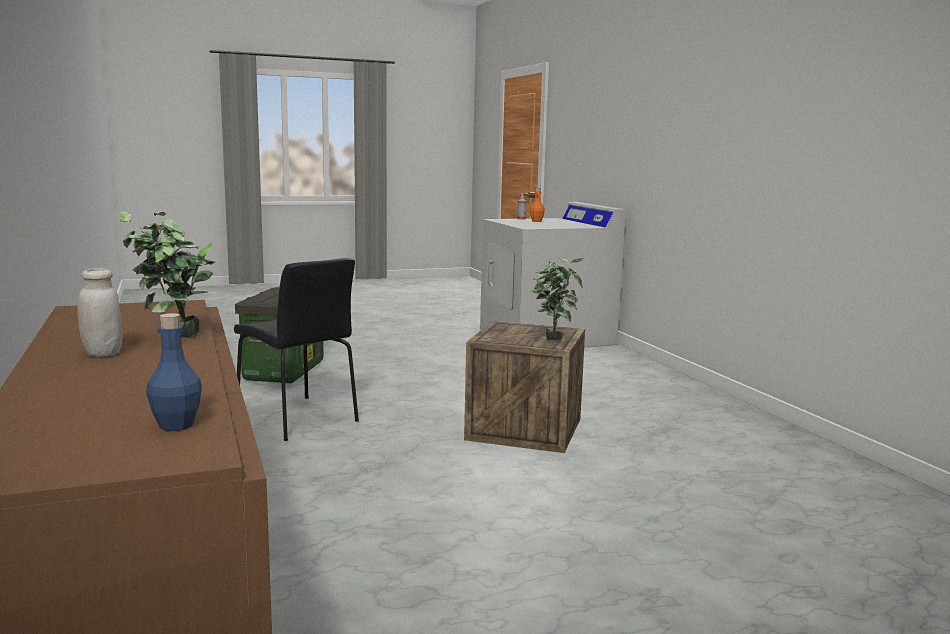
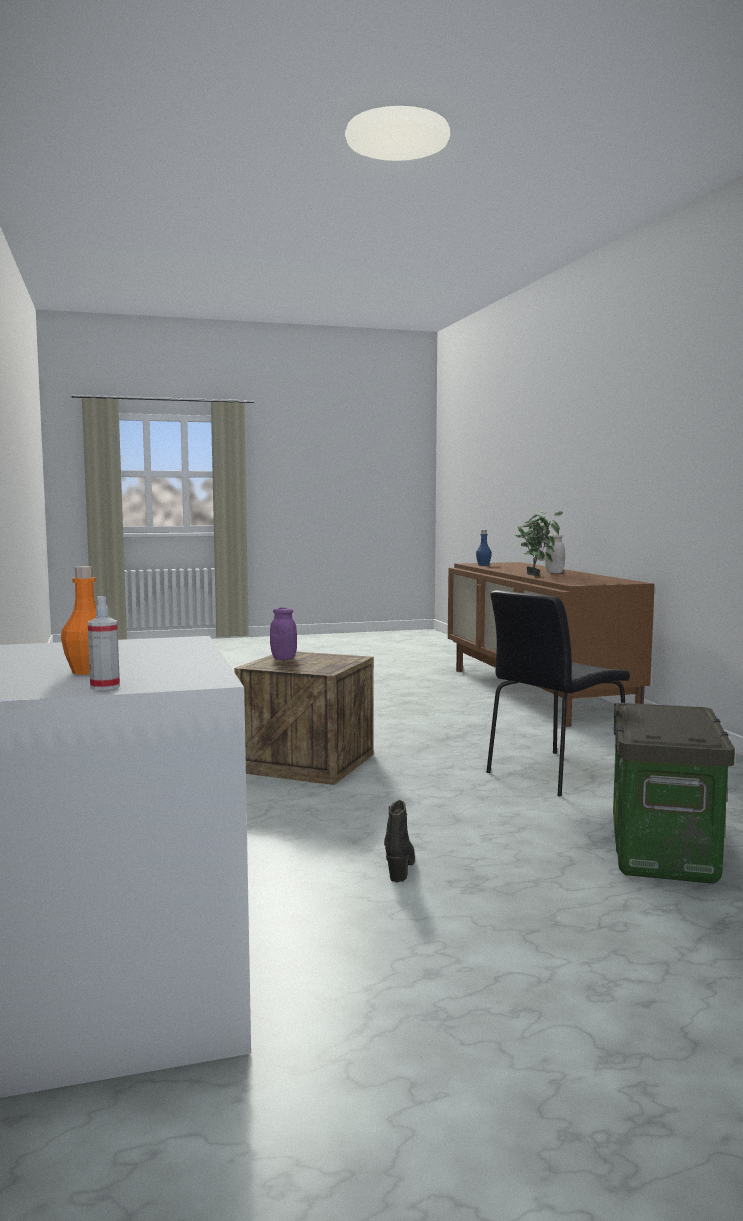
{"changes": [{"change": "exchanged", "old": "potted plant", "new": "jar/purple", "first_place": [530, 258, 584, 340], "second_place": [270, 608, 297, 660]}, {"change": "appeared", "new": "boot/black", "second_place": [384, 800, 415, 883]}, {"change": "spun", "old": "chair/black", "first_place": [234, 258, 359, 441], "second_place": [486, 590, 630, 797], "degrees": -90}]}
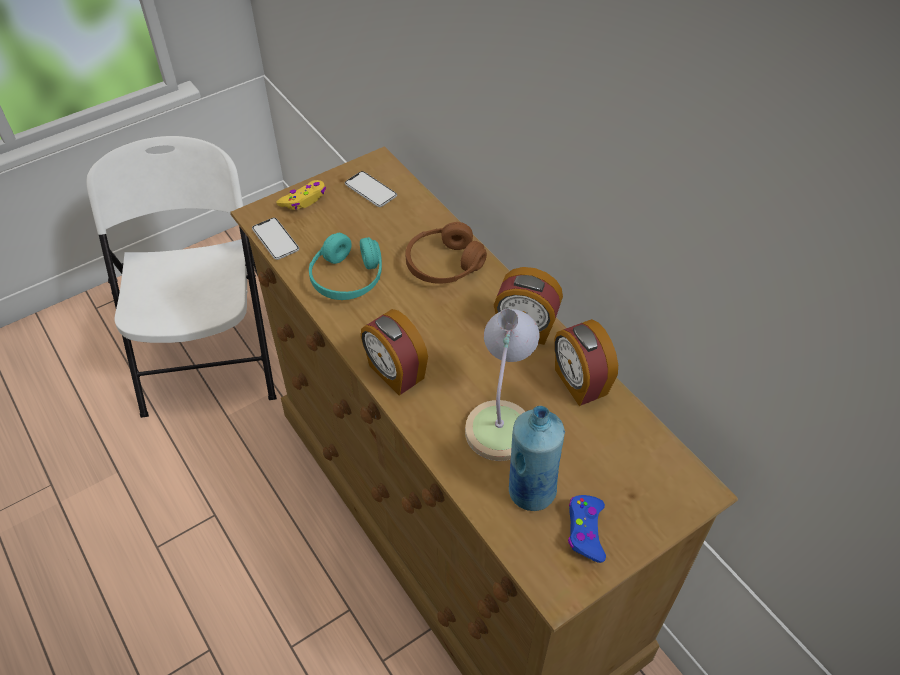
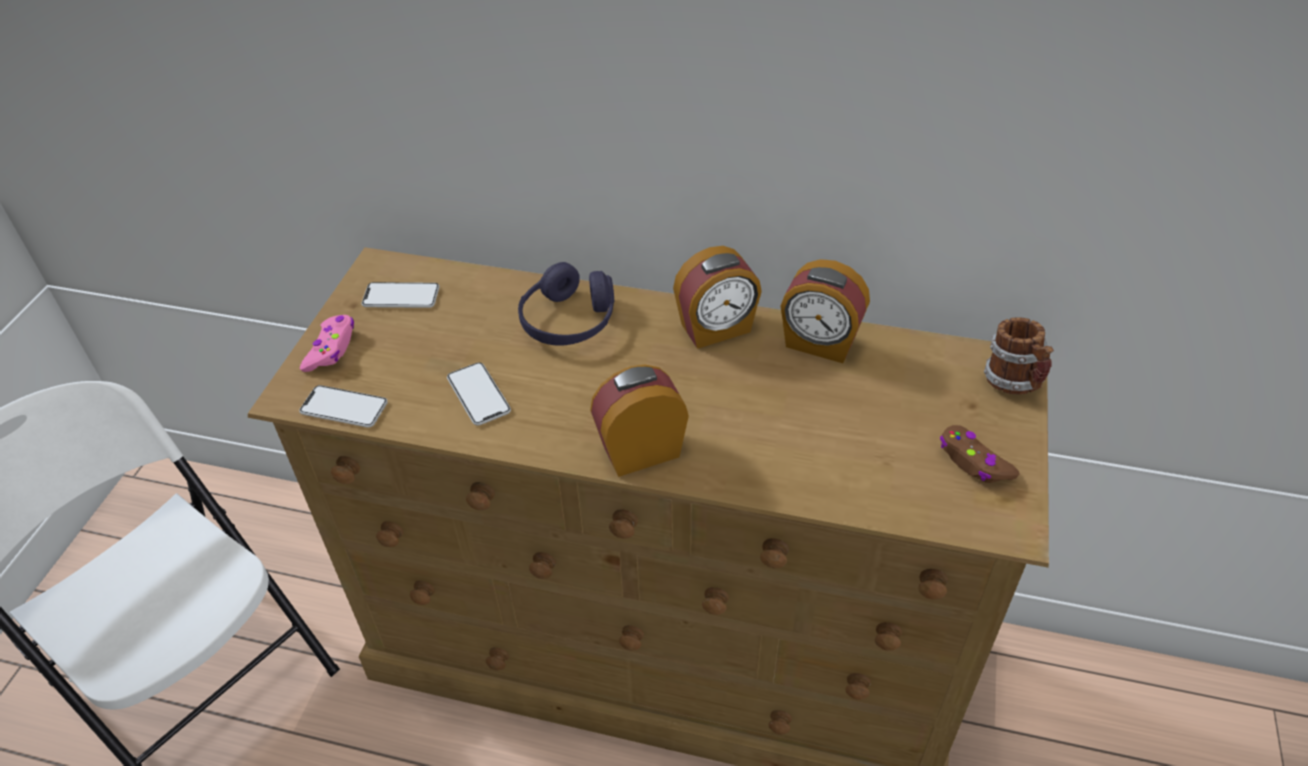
{"changes": [{"change": "colour", "old": "game controller/yellow", "new": "game controller/pink", "first_place": [276, 180, 326, 210], "second_place": [300, 315, 354, 372]}, {"change": "exchanged", "old": "headphones/turquoise", "new": "phone", "first_place": [309, 233, 382, 300], "second_place": [447, 362, 511, 425]}, {"change": "colour", "old": "headphones/brown", "new": "headphones/purple", "first_place": [405, 222, 487, 284], "second_place": [518, 262, 614, 345]}, {"change": "spun", "old": "alarm clock", "first_place": [361, 309, 428, 396], "second_place": [590, 365, 689, 477], "degrees": 150}, {"change": "colour", "old": "game controller/blue", "new": "game controller/brown", "first_place": [568, 495, 606, 563], "second_place": [940, 425, 1020, 483]}, {"change": "appeared", "new": "mug", "second_place": [984, 317, 1054, 395]}, {"change": "missing", "old": "table lamp", "first_place": [465, 309, 539, 461]}, {"change": "missing", "old": "bottle/blue", "first_place": [509, 406, 565, 511]}]}
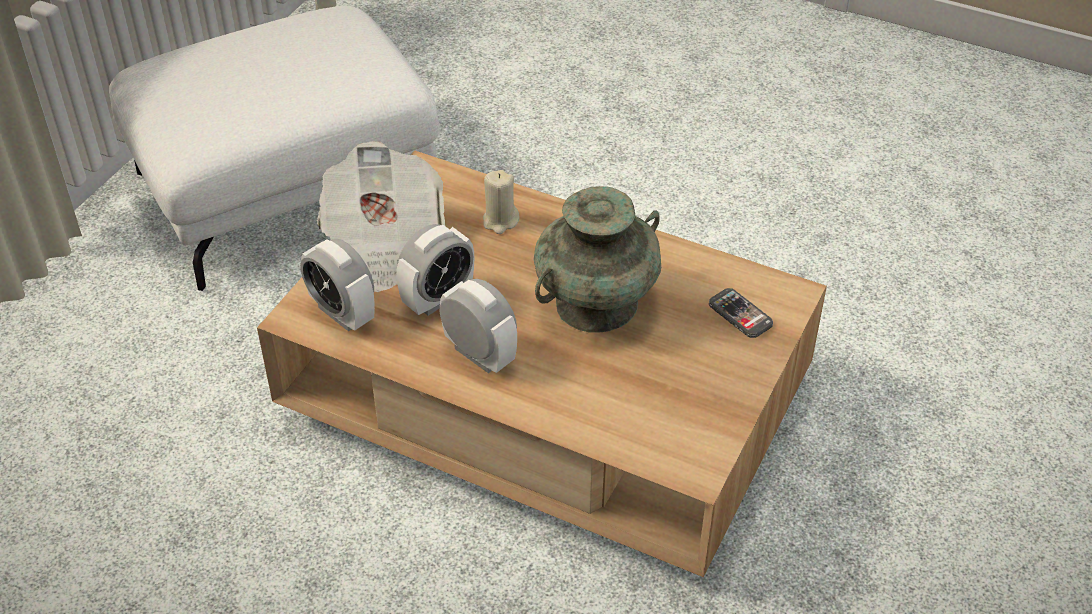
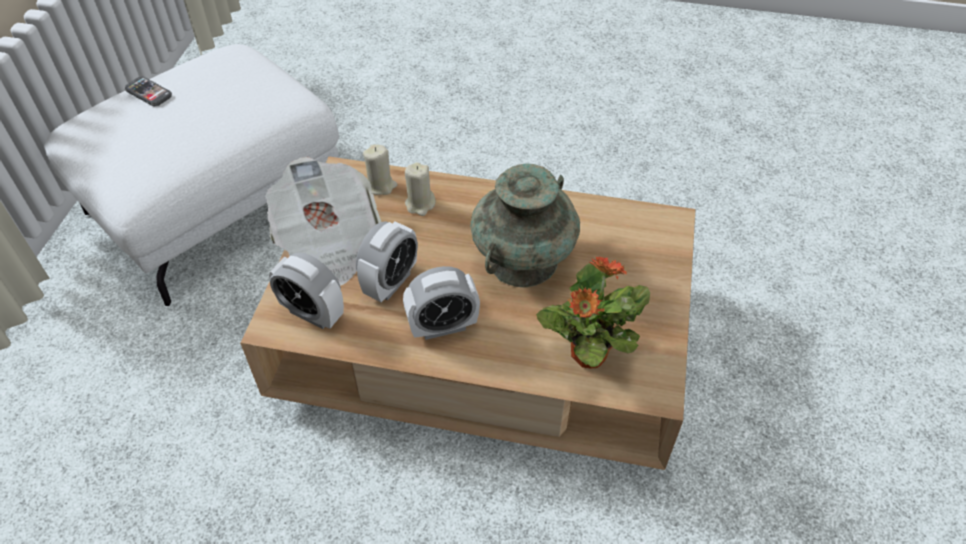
{"changes": [{"change": "relocated", "old": "phone", "first_place": [709, 288, 773, 338], "second_place": [125, 76, 172, 106]}, {"change": "appeared", "new": "candle/beige", "second_place": [363, 144, 397, 195]}, {"change": "spun", "old": "alarm clock", "first_place": [439, 279, 517, 373], "second_place": [403, 266, 480, 340], "degrees": 135}, {"change": "appeared", "new": "potted plant", "second_place": [536, 256, 650, 368]}]}
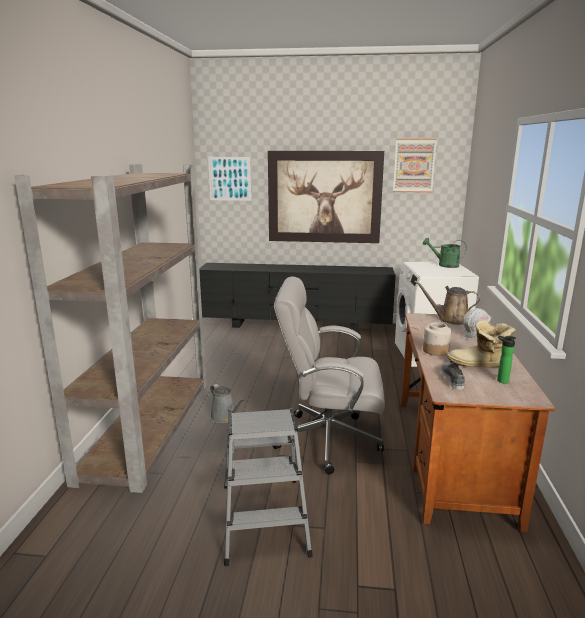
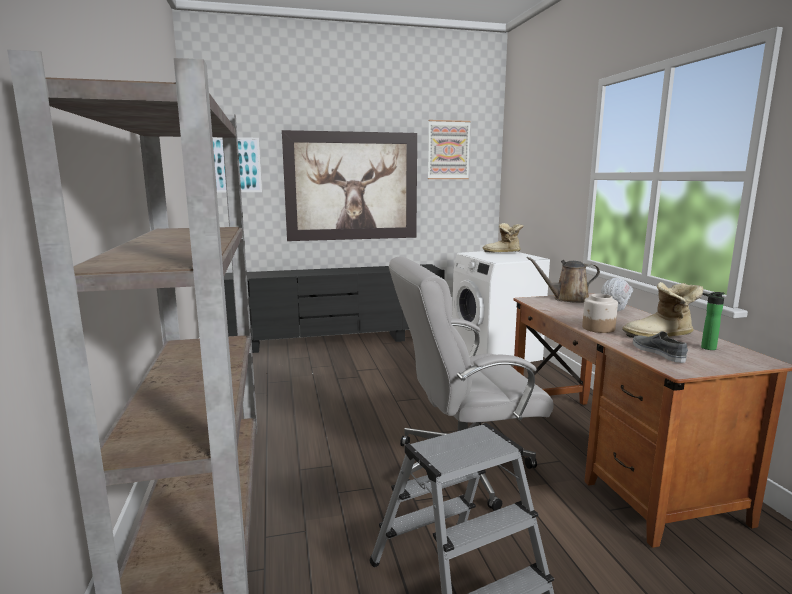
{"changes": [{"change": "exchanged", "old": "watering can/green", "new": "boot", "first_place": [423, 238, 467, 268], "second_place": [483, 223, 524, 252]}, {"change": "missing", "old": "watering can/grey", "first_place": [210, 384, 245, 423]}]}
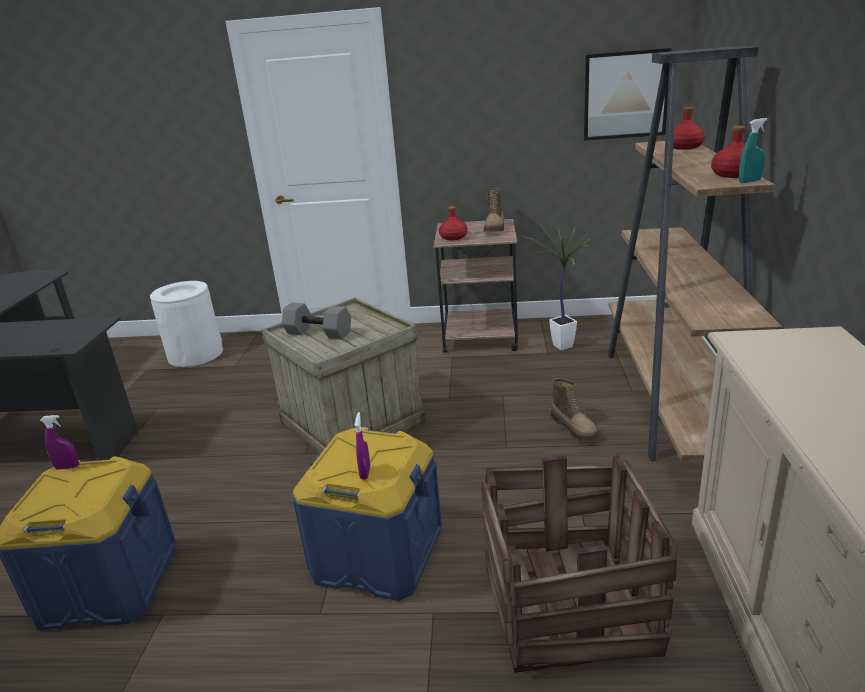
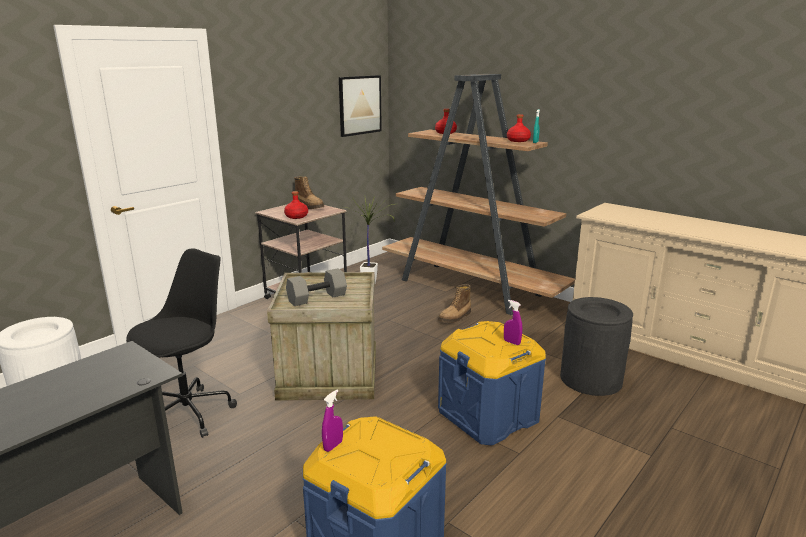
{"changes": [{"change": "appeared", "new": "office chair/black", "second_place": [126, 249, 237, 438]}, {"change": "spun", "old": "boot", "first_place": [551, 378, 599, 442], "second_place": [438, 284, 471, 323], "degrees": 120}, {"change": "exchanged", "old": "crate", "new": "trash can/black", "first_place": [481, 455, 678, 673], "second_place": [560, 297, 633, 396]}]}
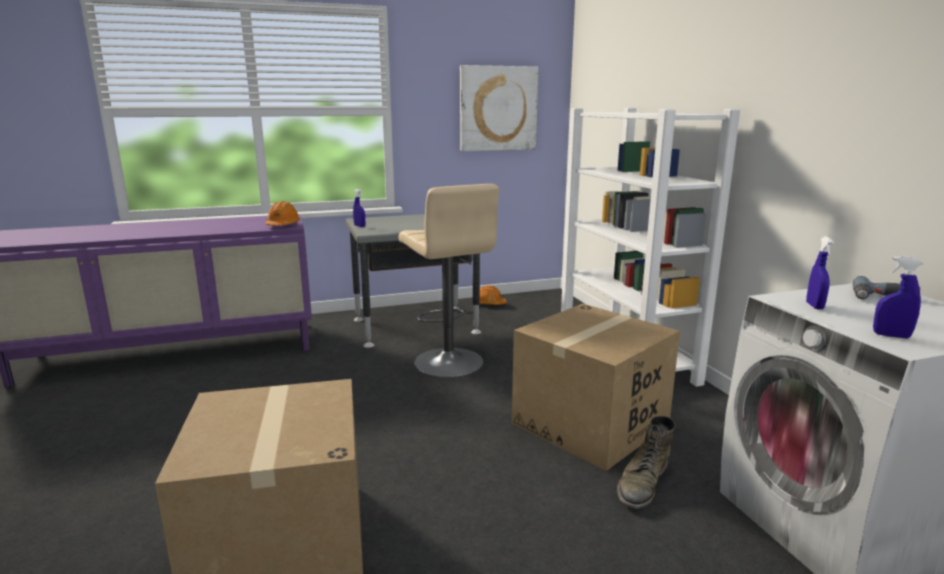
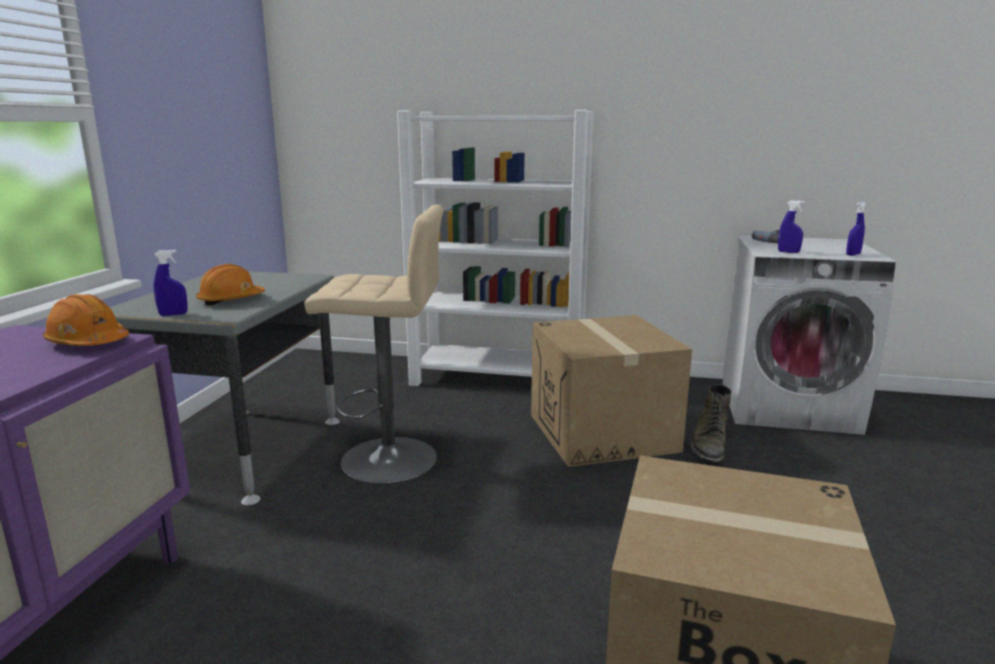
{"changes": [{"change": "relocated", "old": "hard hat/orange", "first_place": [480, 286, 507, 305], "second_place": [196, 264, 265, 306]}, {"change": "spun", "old": "boot/green", "first_place": [617, 416, 676, 509], "second_place": [691, 384, 732, 462], "degrees": 45}, {"change": "missing", "old": "picture", "first_place": [460, 65, 538, 151]}]}
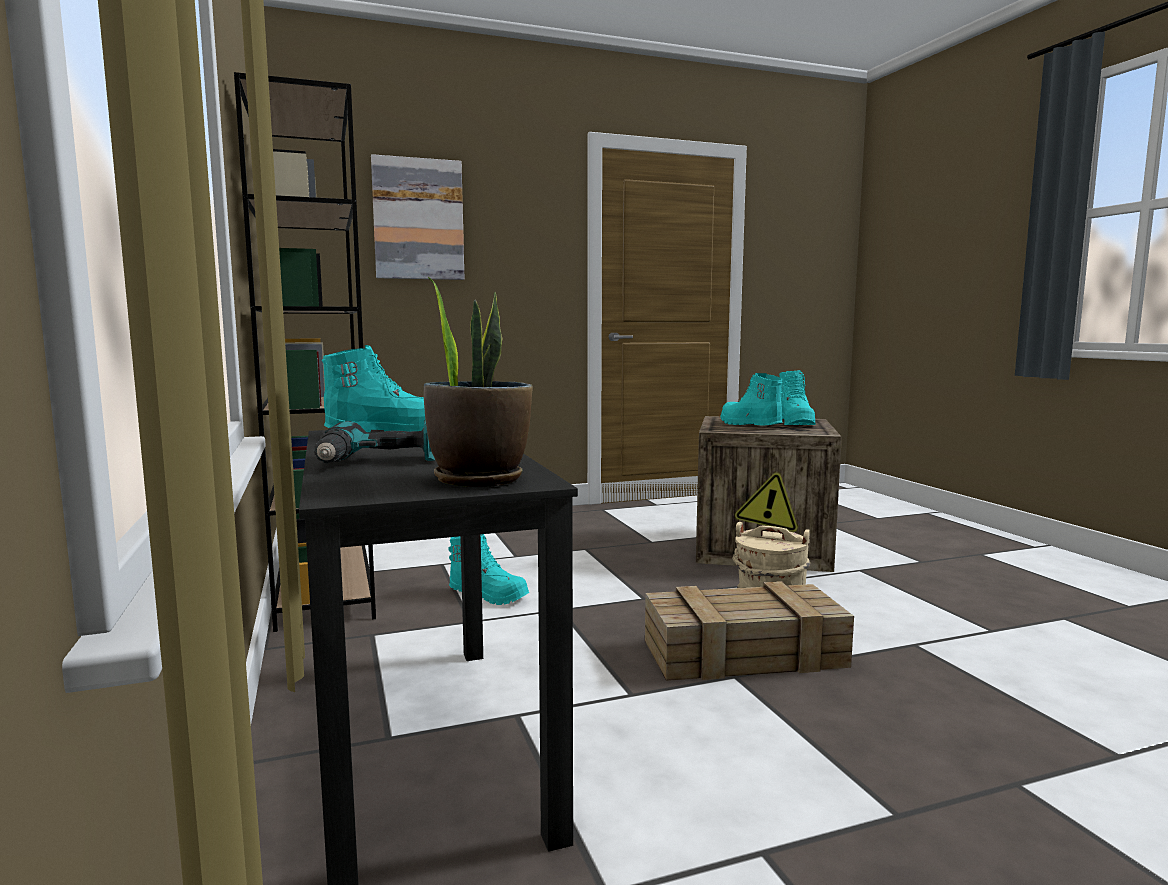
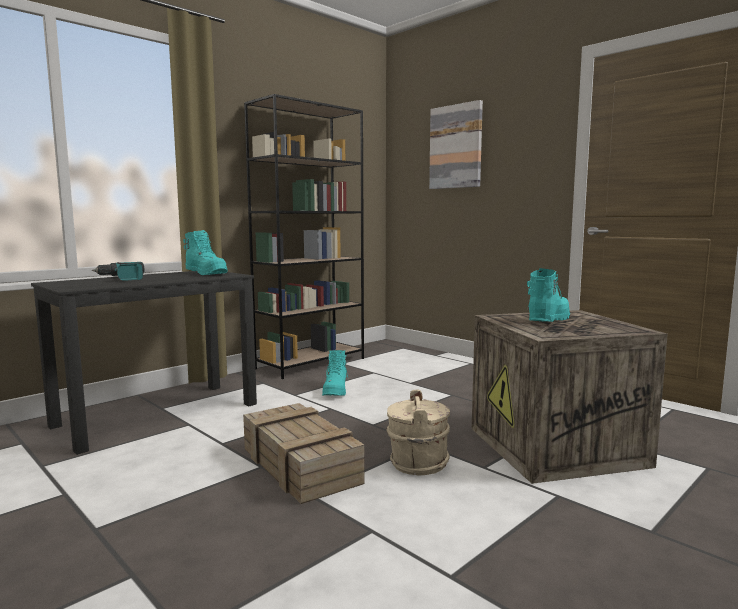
{"changes": [{"change": "missing", "old": "potted plant", "first_place": [424, 276, 533, 487]}, {"change": "missing", "old": "boot/turquoise", "first_place": [779, 370, 816, 425]}]}
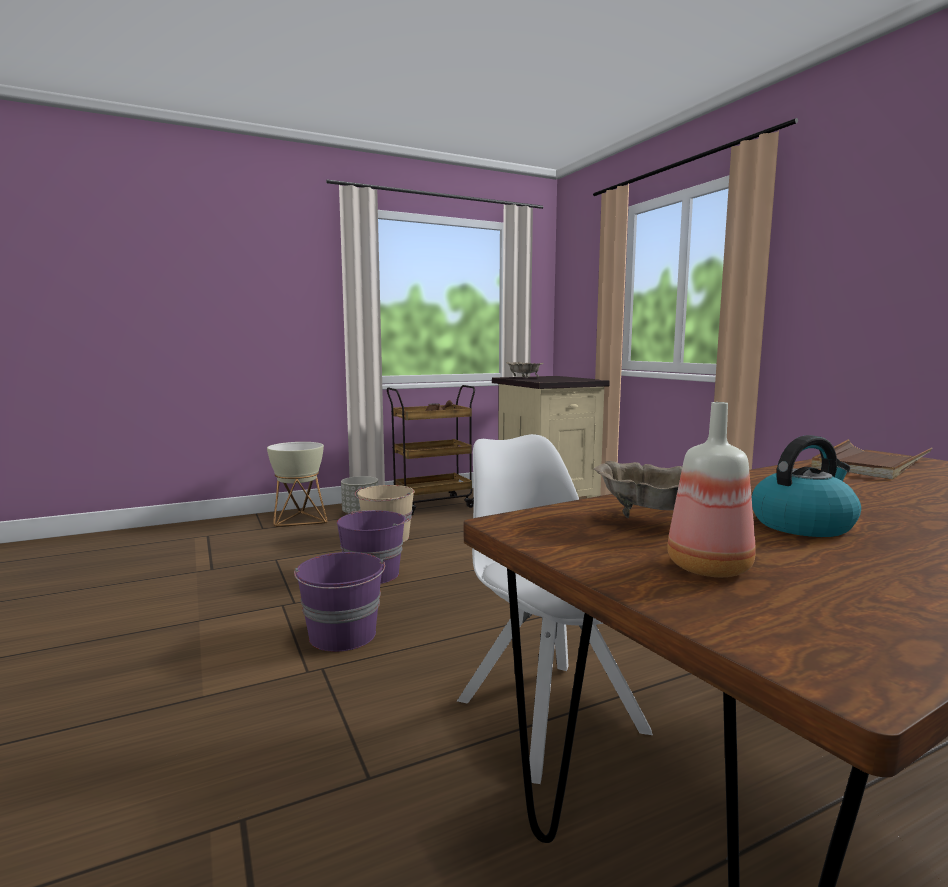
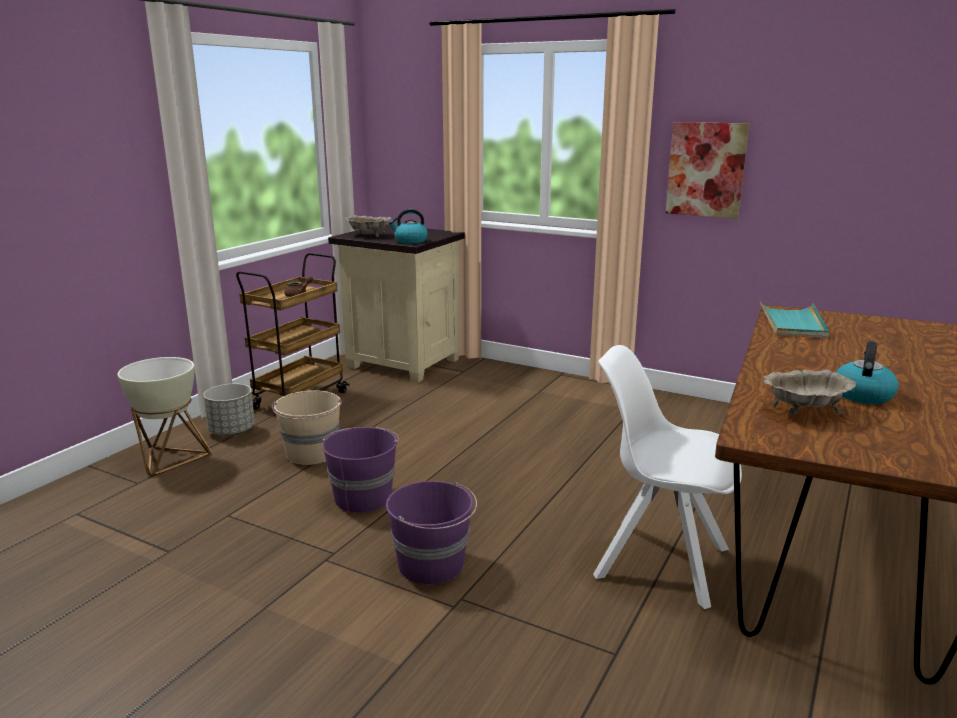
{"changes": [{"change": "appeared", "new": "kettle", "second_place": [389, 209, 428, 244]}, {"change": "appeared", "new": "picture", "second_place": [666, 122, 749, 219]}, {"change": "colour", "old": "tray/brown", "new": "tray/turquoise", "first_place": [811, 439, 932, 479], "second_place": [759, 300, 830, 338]}, {"change": "missing", "old": "bottle", "first_place": [667, 402, 755, 577]}]}
